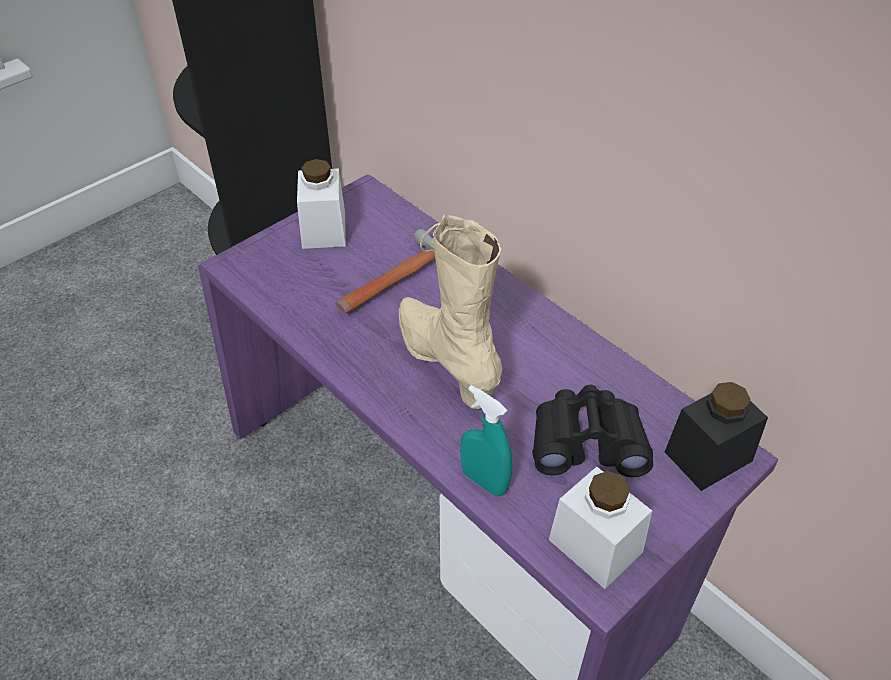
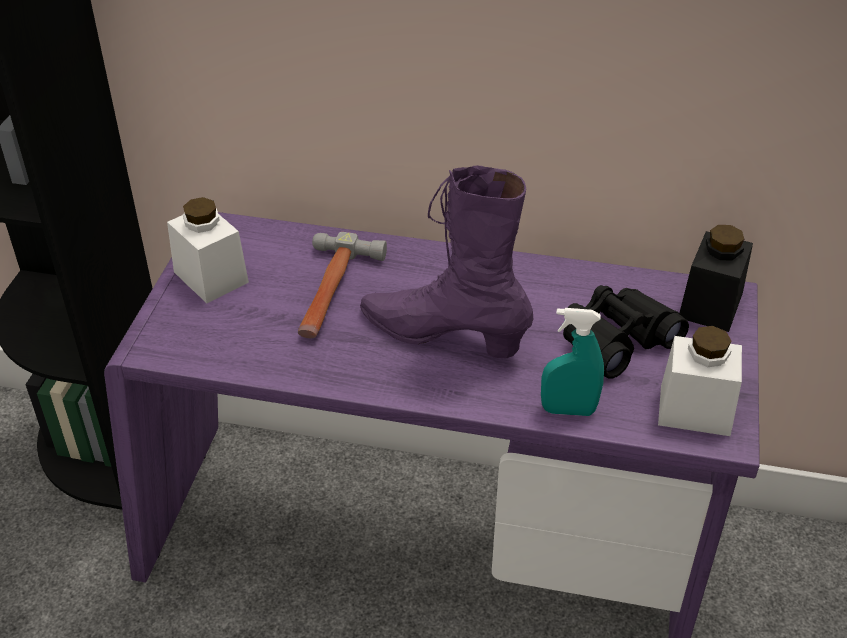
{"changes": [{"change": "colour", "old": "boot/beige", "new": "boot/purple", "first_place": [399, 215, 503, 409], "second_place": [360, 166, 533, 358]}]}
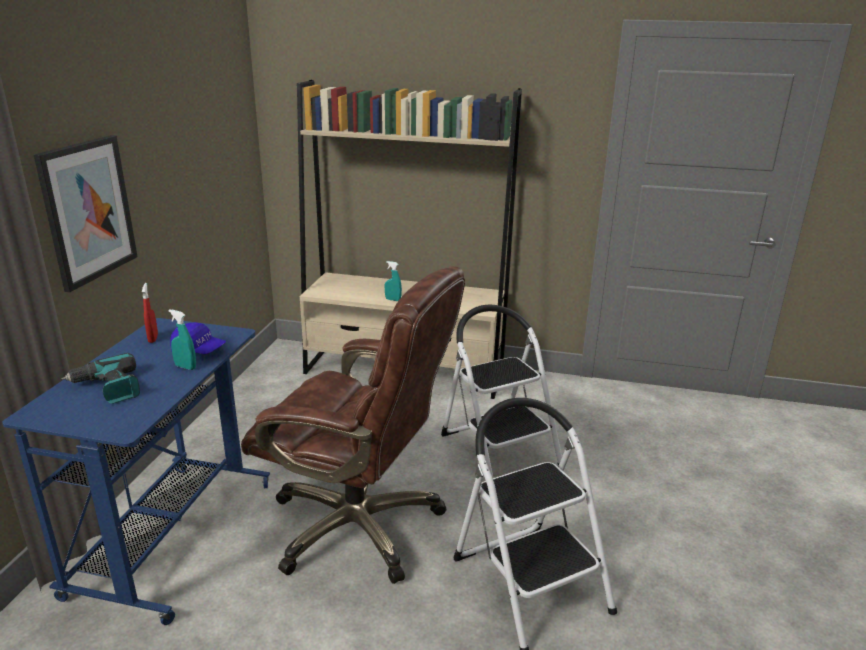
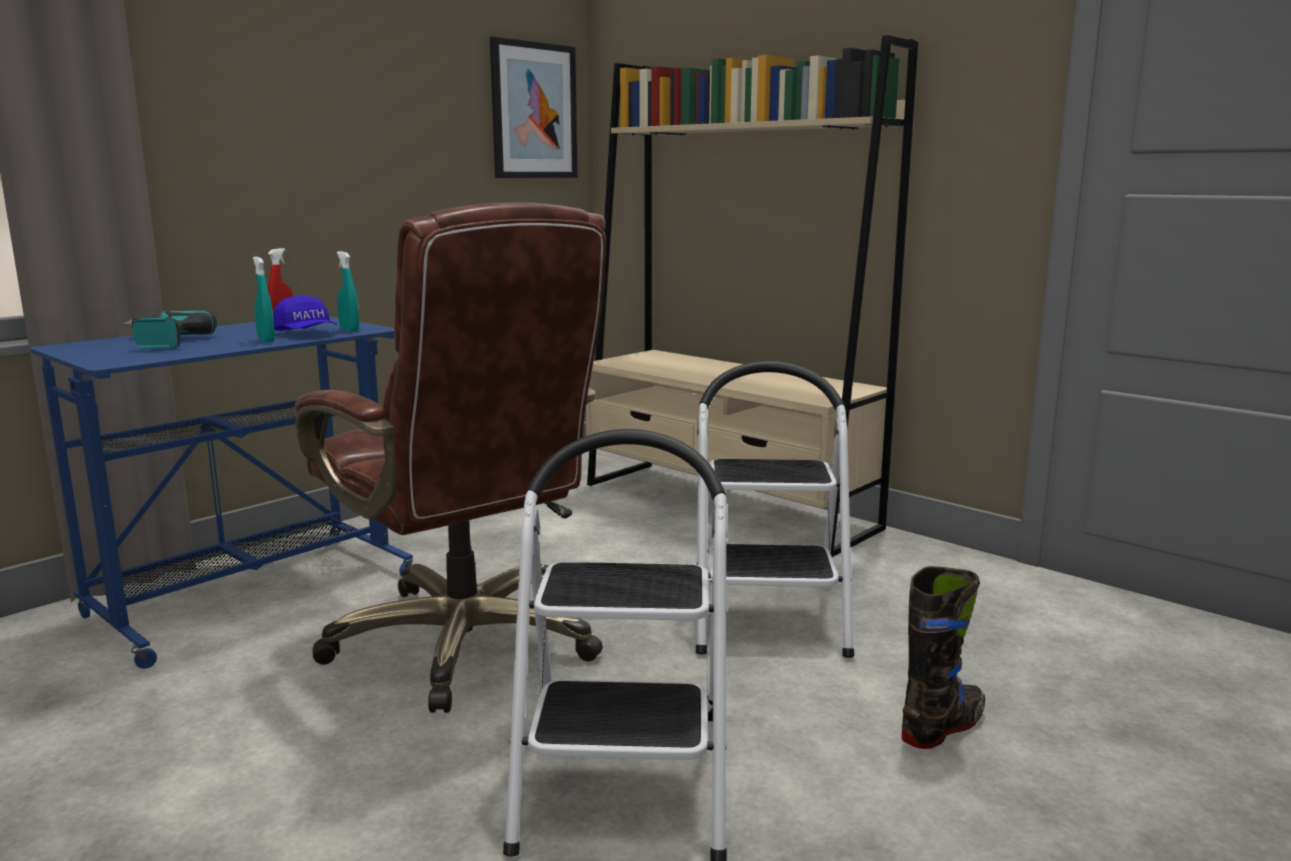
{"changes": [{"change": "relocated", "old": "spray bottle/turquoise", "first_place": [384, 261, 402, 301], "second_place": [337, 251, 359, 331]}, {"change": "relocated", "old": "picture", "first_place": [34, 135, 138, 292], "second_place": [490, 36, 578, 178]}, {"change": "appeared", "new": "boot/black", "second_place": [902, 566, 985, 749]}]}
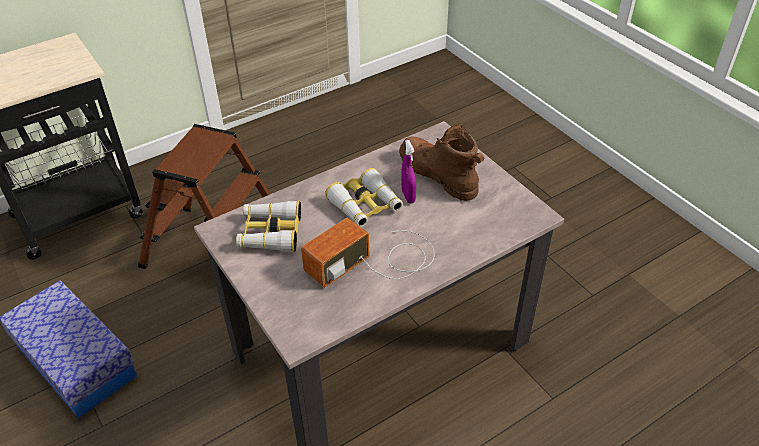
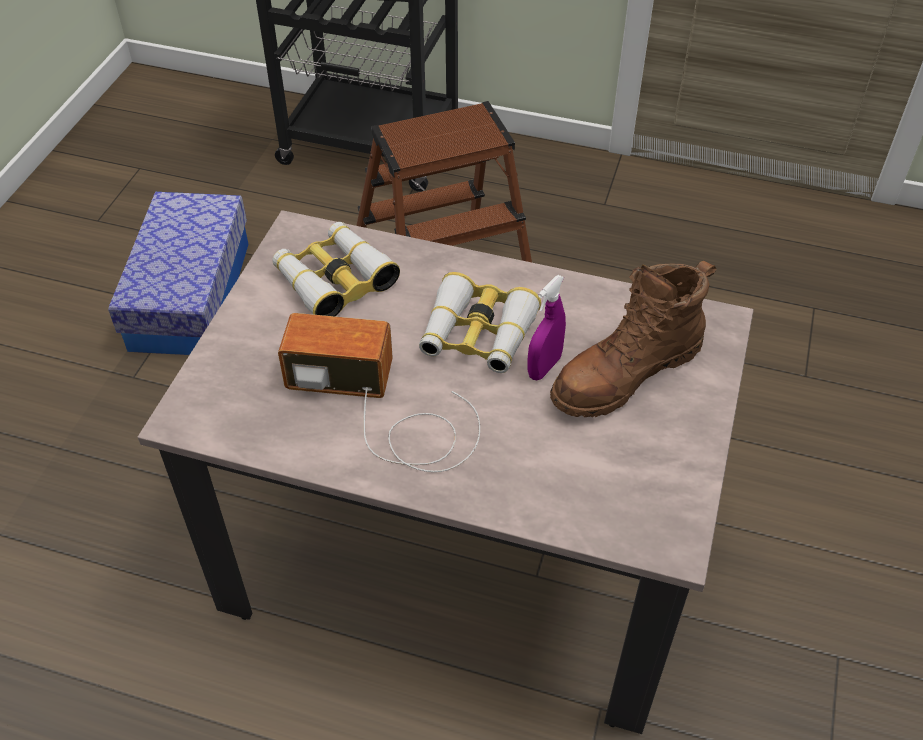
{"changes": [{"change": "spun", "old": "boot/brown", "first_place": [399, 124, 485, 201], "second_place": [550, 261, 716, 418], "degrees": -135}]}
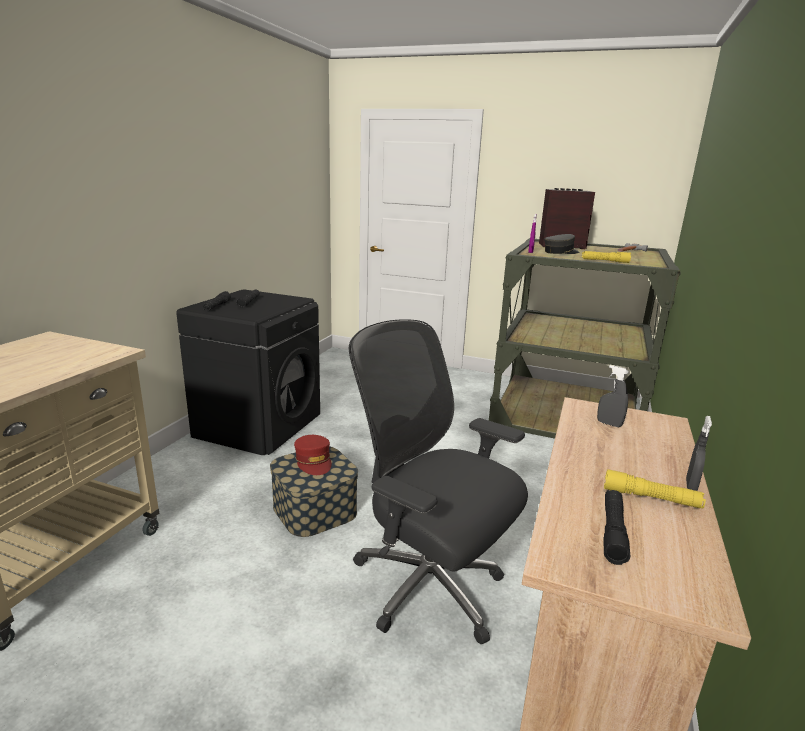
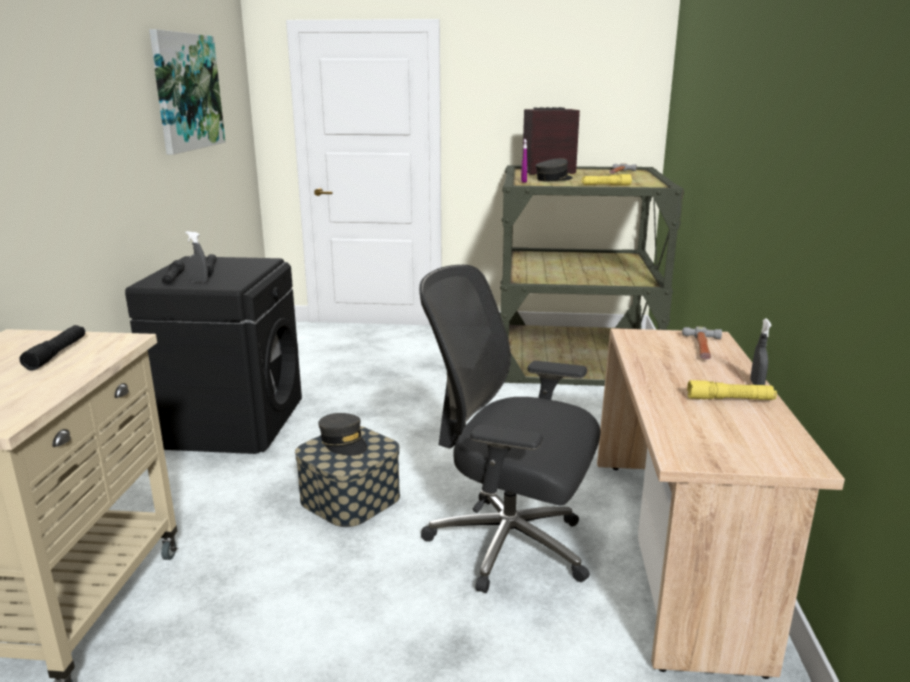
{"changes": [{"change": "relocated", "old": "flashlight/black", "first_place": [603, 490, 630, 565], "second_place": [20, 325, 85, 370]}, {"change": "appeared", "new": "picture", "second_place": [149, 29, 225, 155]}, {"change": "relocated", "old": "spray bottle/grey", "first_place": [597, 365, 629, 427], "second_place": [185, 231, 208, 283]}, {"change": "colour", "old": "cap/red", "new": "cap/grey", "first_place": [294, 435, 332, 475], "second_place": [318, 413, 367, 456]}, {"change": "appeared", "new": "hammer", "second_place": [682, 326, 722, 359]}]}
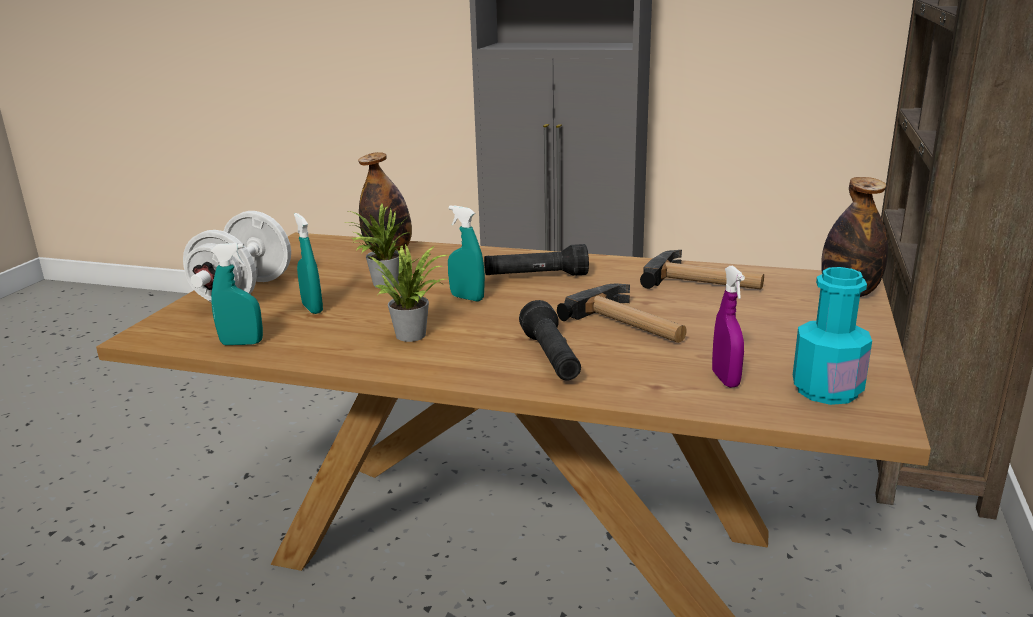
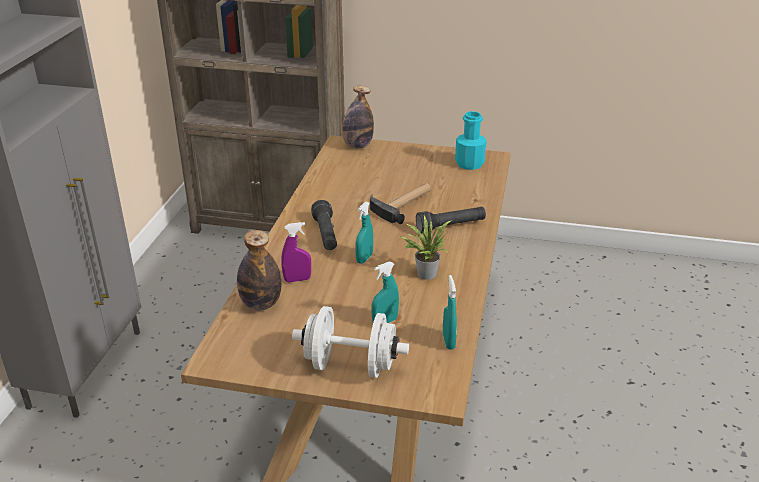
{"changes": [{"change": "relocated", "old": "spray bottle/purple", "first_place": [712, 266, 745, 388], "second_place": [281, 222, 311, 282]}, {"change": "missing", "old": "potted plant", "first_place": [344, 204, 409, 288]}, {"change": "missing", "old": "hammer", "first_place": [640, 250, 764, 290]}]}
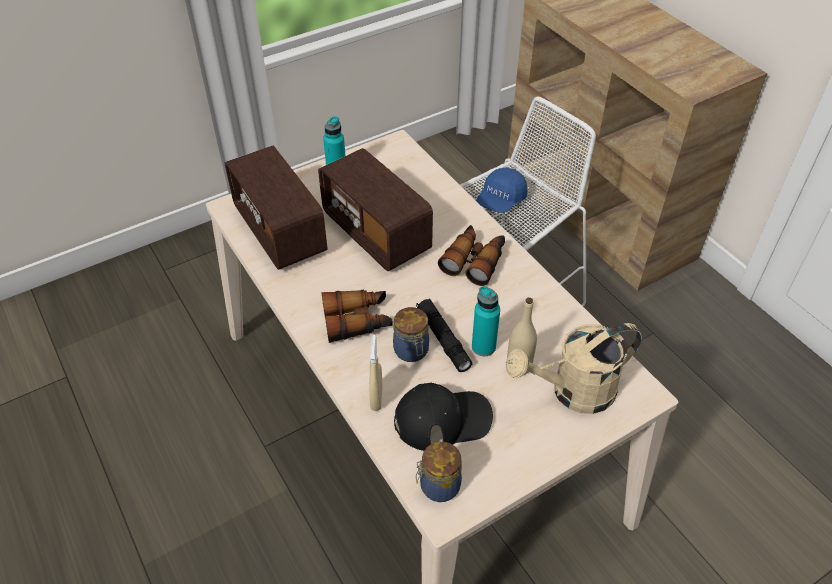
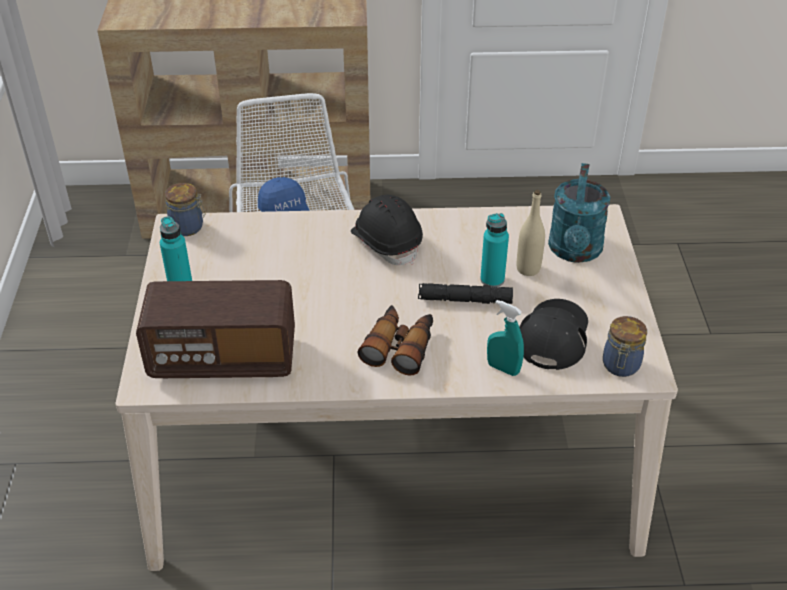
{"changes": [{"change": "relocated", "old": "jar", "first_place": [393, 307, 429, 362], "second_place": [165, 183, 206, 236]}, {"change": "exchanged", "old": "binoculars", "new": "hard hat/black", "first_place": [438, 225, 505, 286], "second_place": [351, 195, 423, 265]}, {"change": "colour", "old": "spray bottle/beige", "new": "spray bottle/turquoise", "first_place": [369, 335, 383, 411], "second_place": [487, 300, 524, 376]}, {"change": "colour", "old": "watering can/beige", "new": "watering can/turquoise", "first_place": [506, 323, 642, 414], "second_place": [548, 163, 610, 263]}, {"change": "missing", "old": "radio", "first_place": [318, 148, 433, 271]}]}
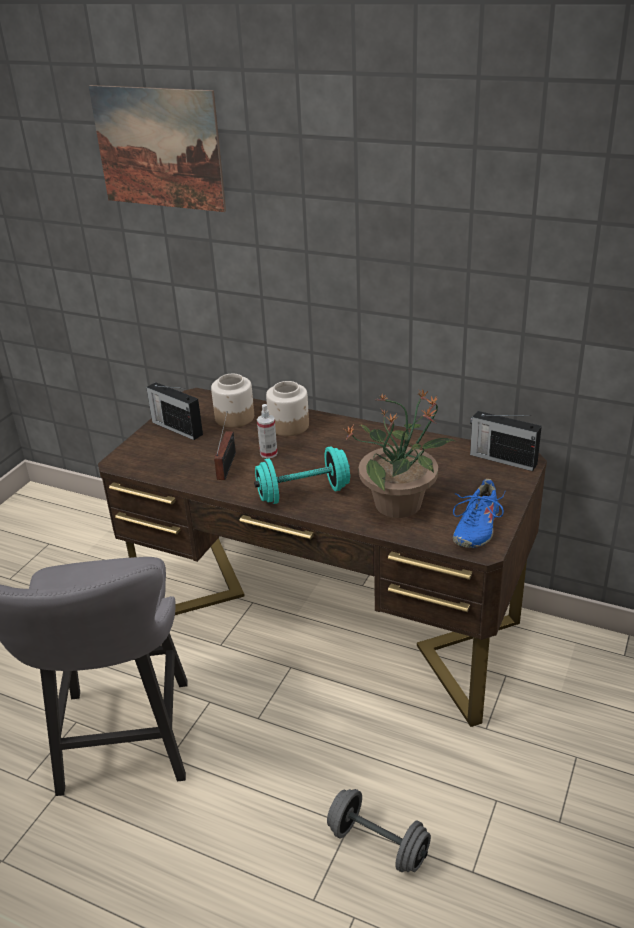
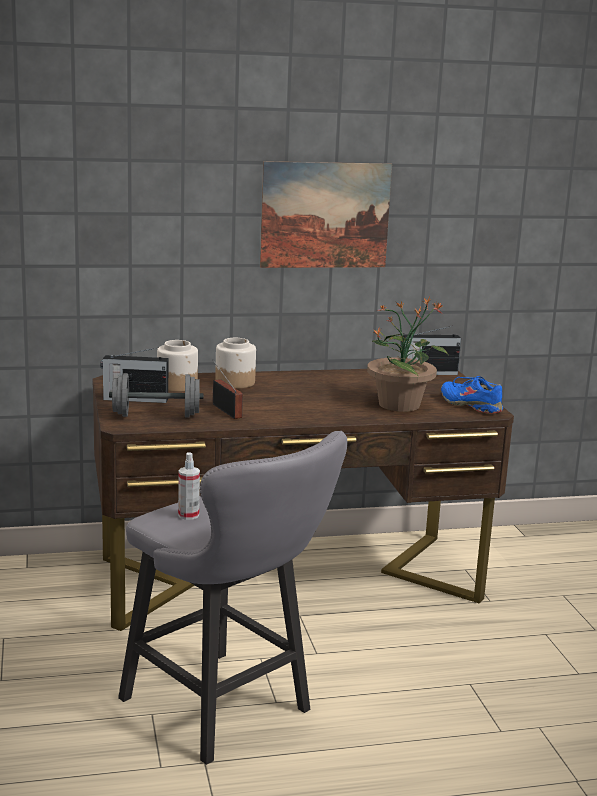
{"changes": [{"change": "relocated", "old": "dumbbell/grey", "first_place": [327, 789, 431, 872], "second_place": [109, 373, 203, 418]}, {"change": "relocated", "old": "spray bottle", "first_place": [257, 404, 277, 458], "second_place": [178, 452, 200, 520]}, {"change": "relocated", "old": "picture", "first_place": [89, 85, 226, 212], "second_place": [260, 161, 392, 268]}, {"change": "spun", "old": "shoe/blue", "first_place": [453, 479, 506, 548], "second_place": [441, 376, 503, 414], "degrees": 150}, {"change": "missing", "old": "dumbbell/turquoise", "first_place": [254, 446, 350, 504]}]}
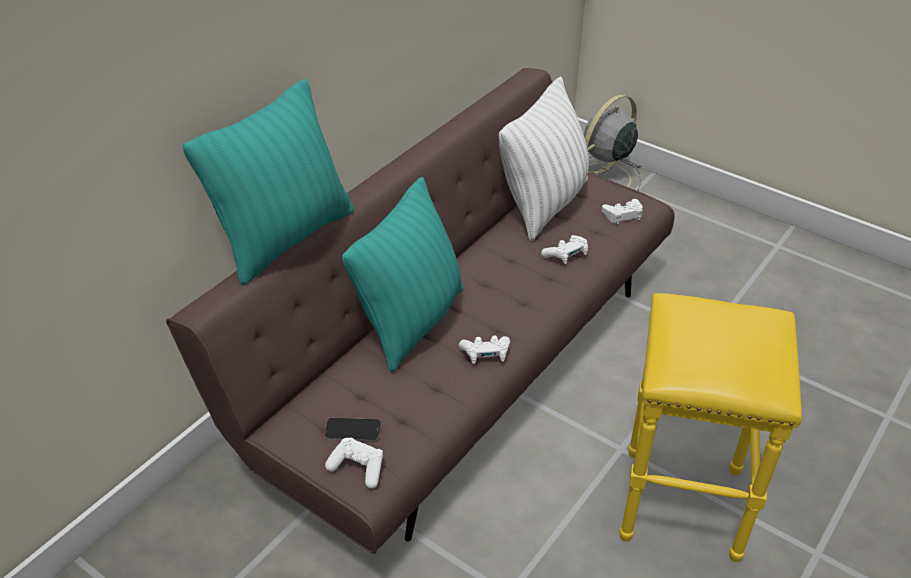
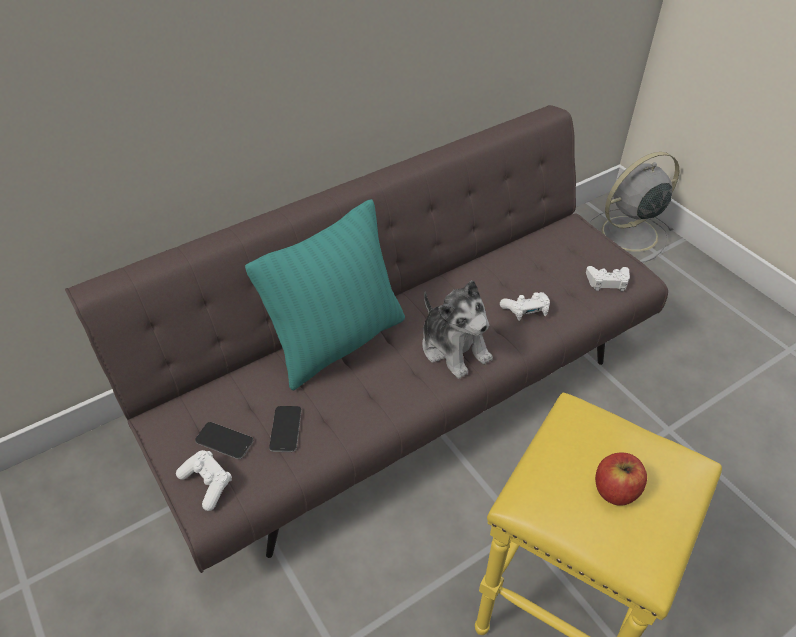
{"changes": [{"change": "appeared", "new": "phone", "second_place": [269, 406, 301, 452]}, {"change": "appeared", "new": "plush toy", "second_place": [422, 280, 493, 379]}, {"change": "appeared", "new": "apple", "second_place": [595, 452, 647, 506]}, {"change": "missing", "old": "pillow/turquoise", "first_place": [182, 79, 354, 285]}, {"change": "missing", "old": "game controller/white", "first_place": [459, 336, 510, 364]}, {"change": "missing", "old": "pillow/white", "first_place": [499, 77, 589, 241]}]}
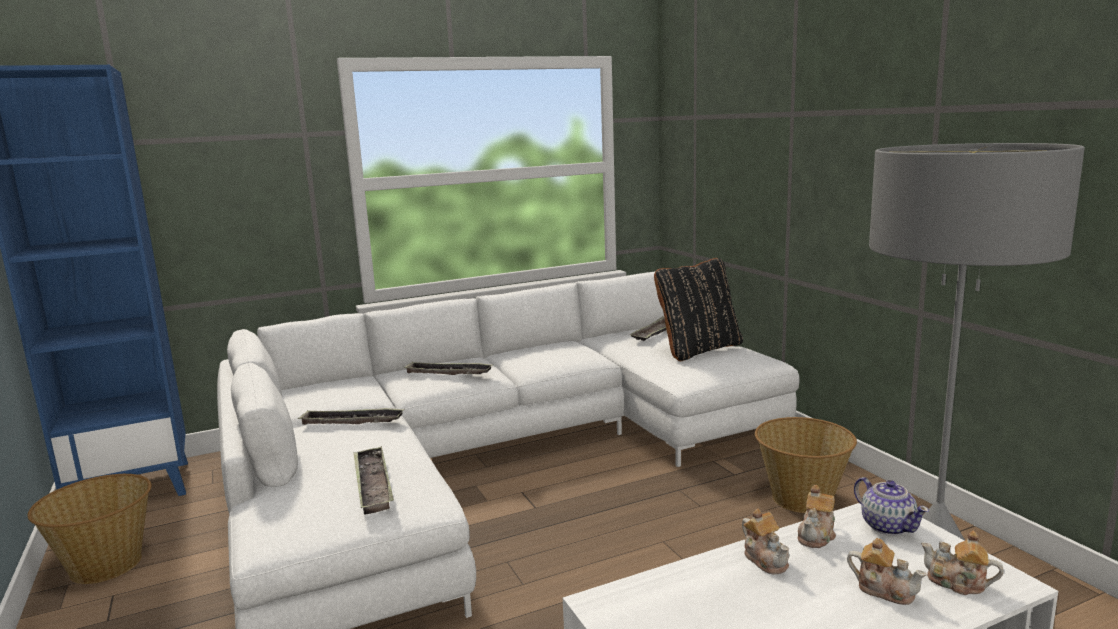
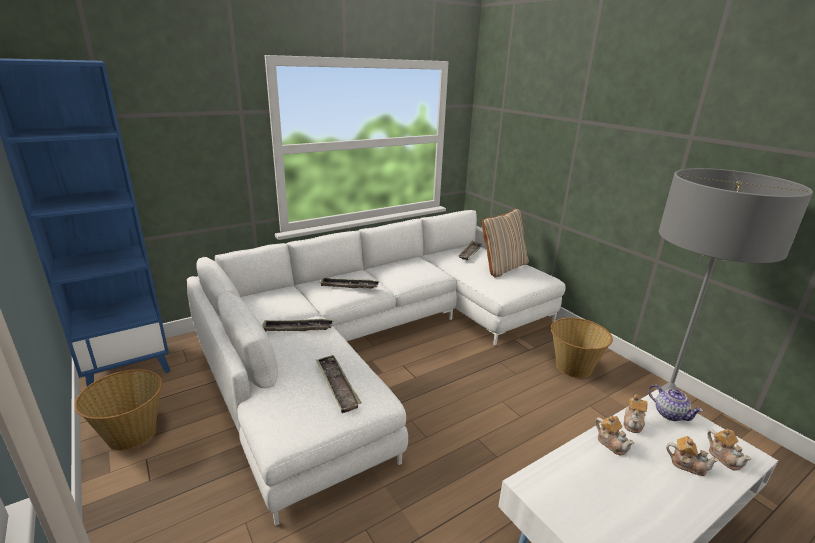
{"changes": [{"change": "colour", "old": "pillow/black", "new": "pillow/beige", "first_place": [654, 258, 743, 361], "second_place": [482, 209, 529, 278]}, {"change": "spun", "old": "teapot", "first_place": [921, 531, 1004, 595], "second_place": [707, 429, 751, 471], "degrees": -135}]}
